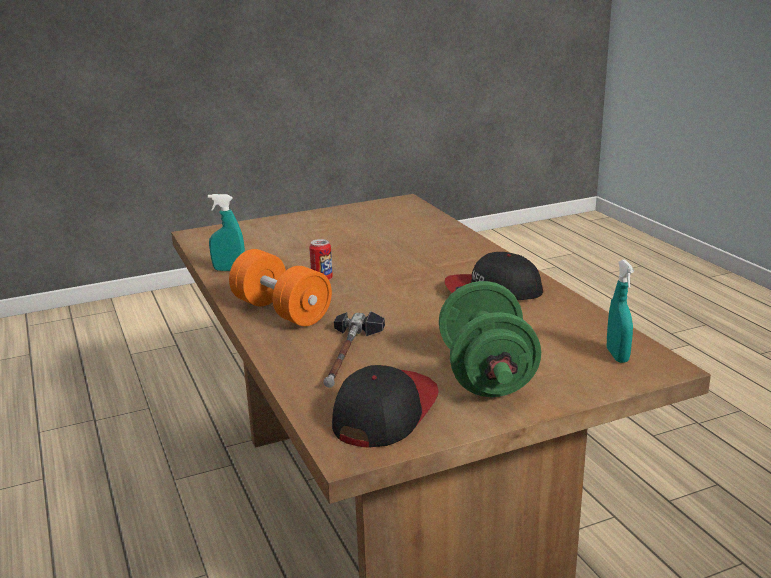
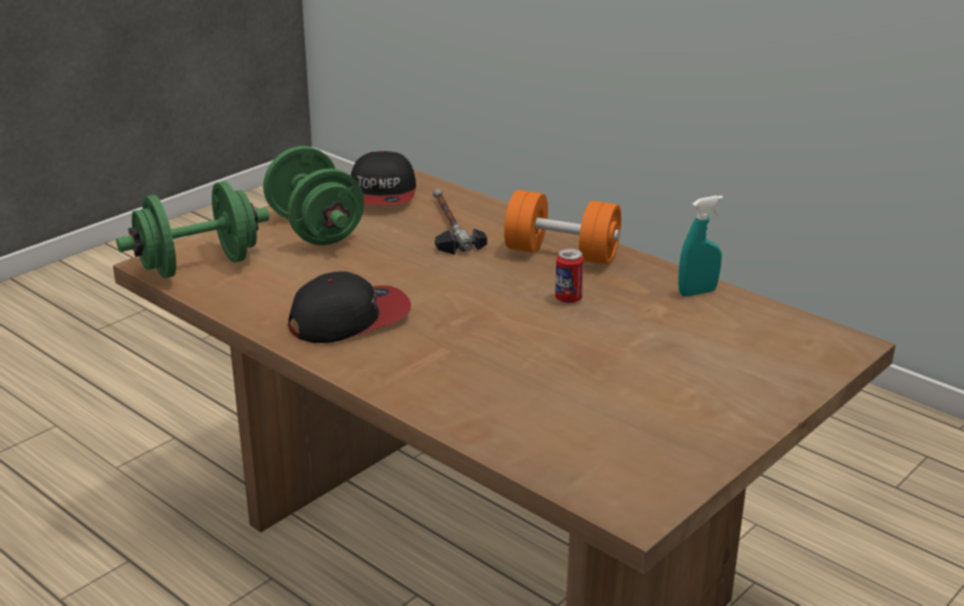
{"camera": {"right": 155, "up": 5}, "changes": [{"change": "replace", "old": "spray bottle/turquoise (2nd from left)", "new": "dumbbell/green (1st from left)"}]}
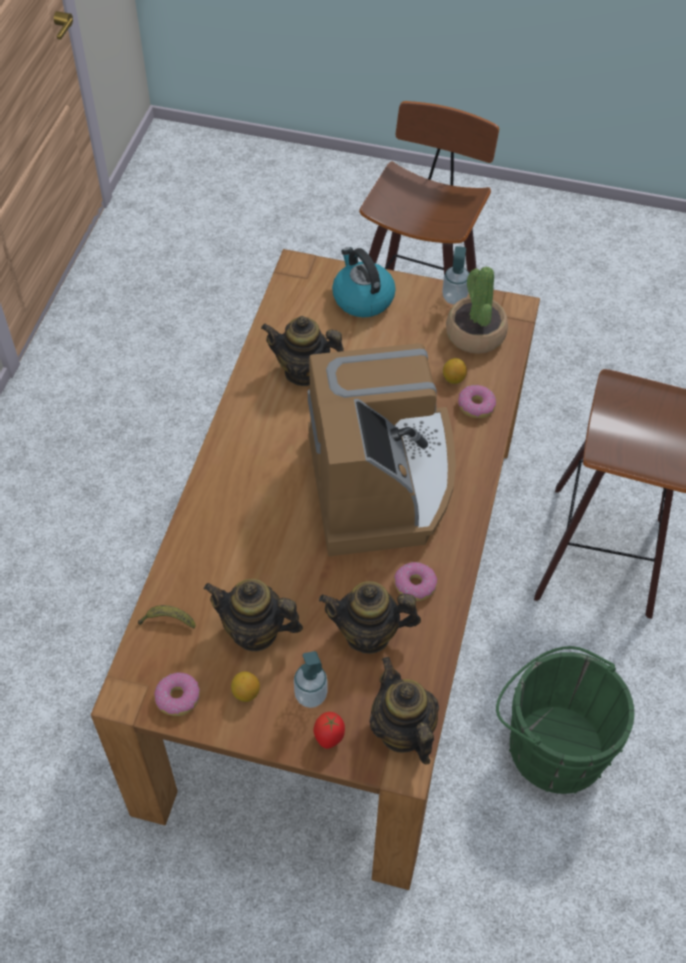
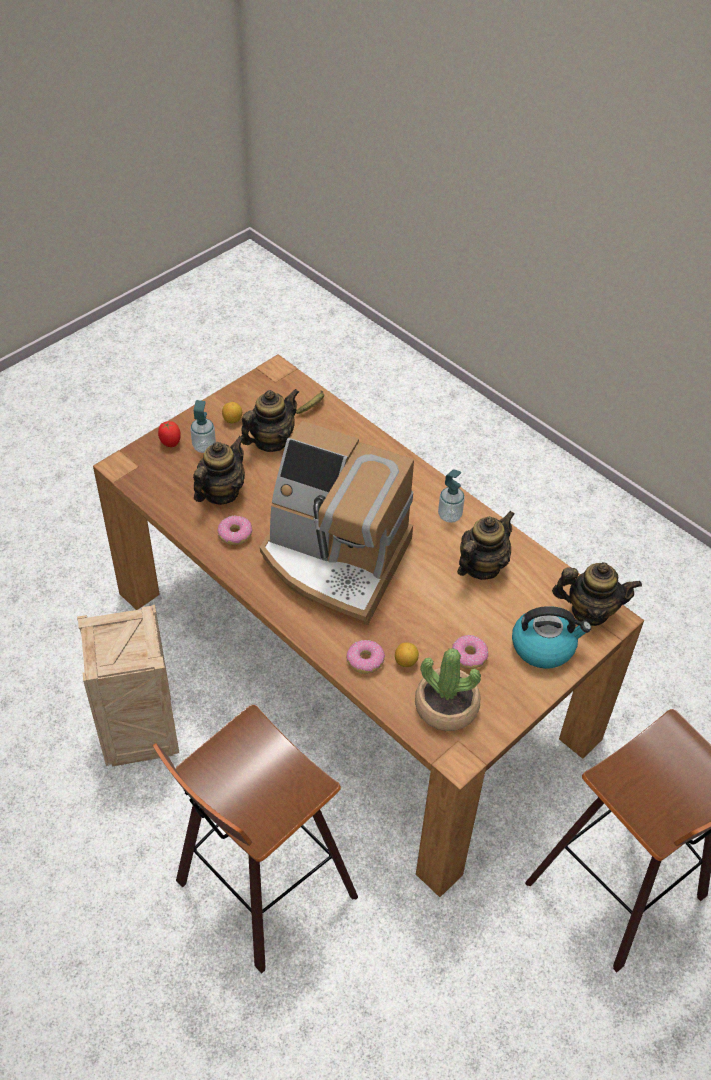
{"camera": {"right": 120, "up": -5}, "changes": [{"change": "move", "old": "donut (1st from left in the first image)", "new": "donut (3rd from left)"}, {"change": "move", "old": "teapot (4th from left)"}, {"change": "move", "old": "soap dispenser (2nd from left)"}, {"change": "replace", "old": "bucket/green", "new": "crate"}]}
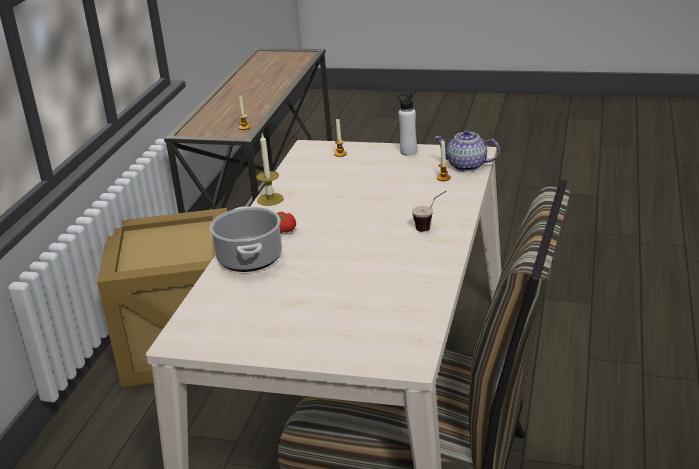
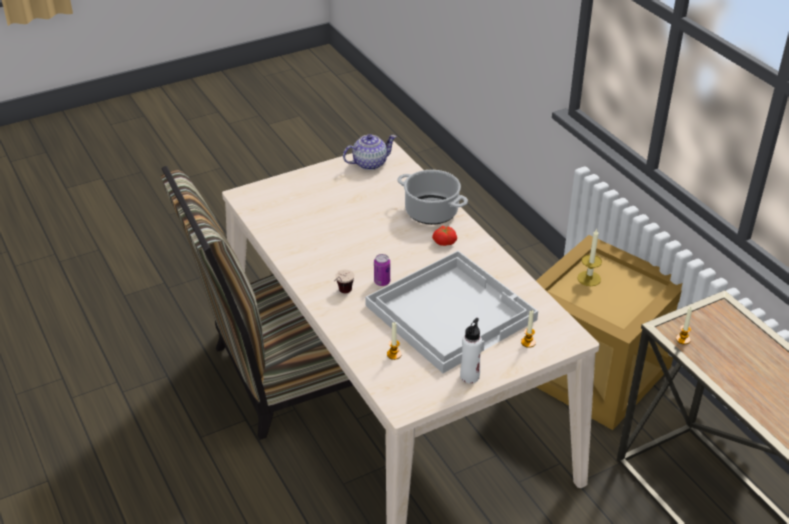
{"camera": {"right": 135, "up": 10}, "changes": [{"change": "move", "old": "candle (2nd from left in the first image)", "new": "candle (3rd from left)"}, {"change": "move", "old": "teapot"}, {"change": "insert", "new": "tray/white"}, {"change": "insert", "new": "can"}]}
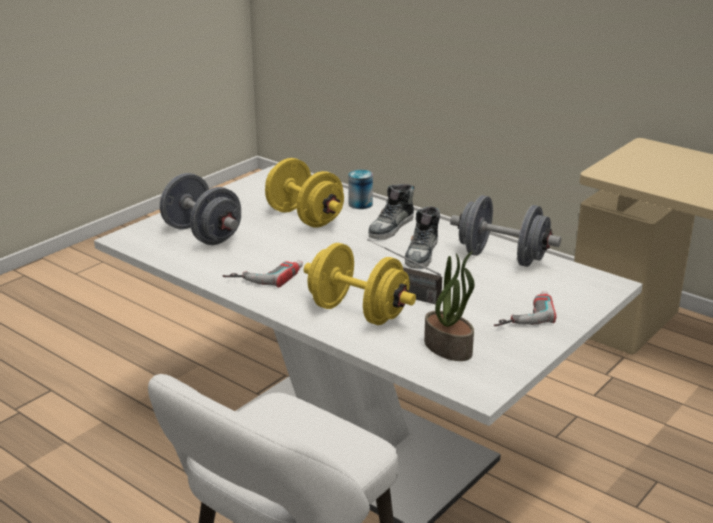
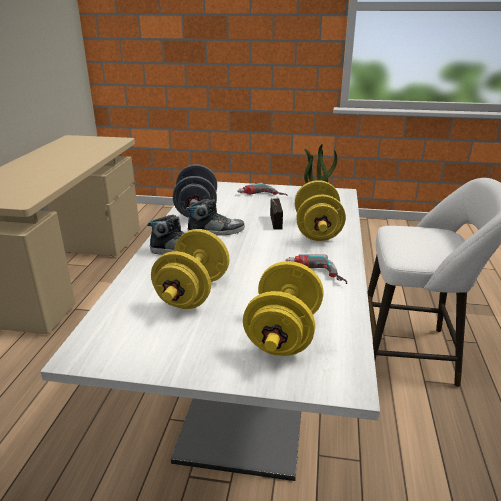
{"camera": {"right": -120, "up": 0}, "changes": [{"change": "recolor", "old": "dumbbell/grey (1st from left)", "new": "dumbbell/yellow (2nd from left)"}, {"change": "delete", "old": "can"}]}
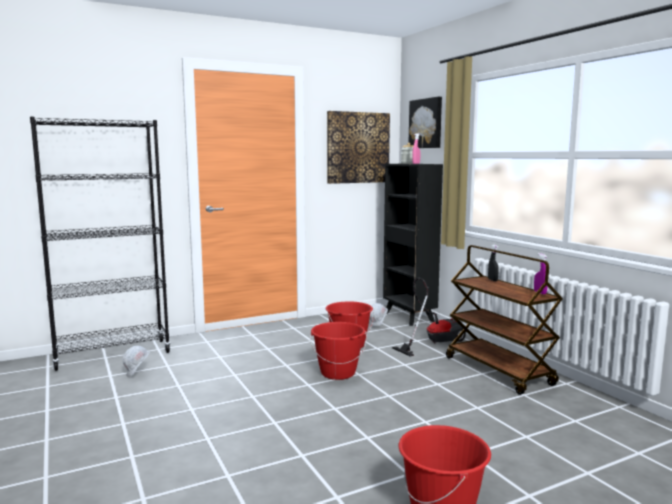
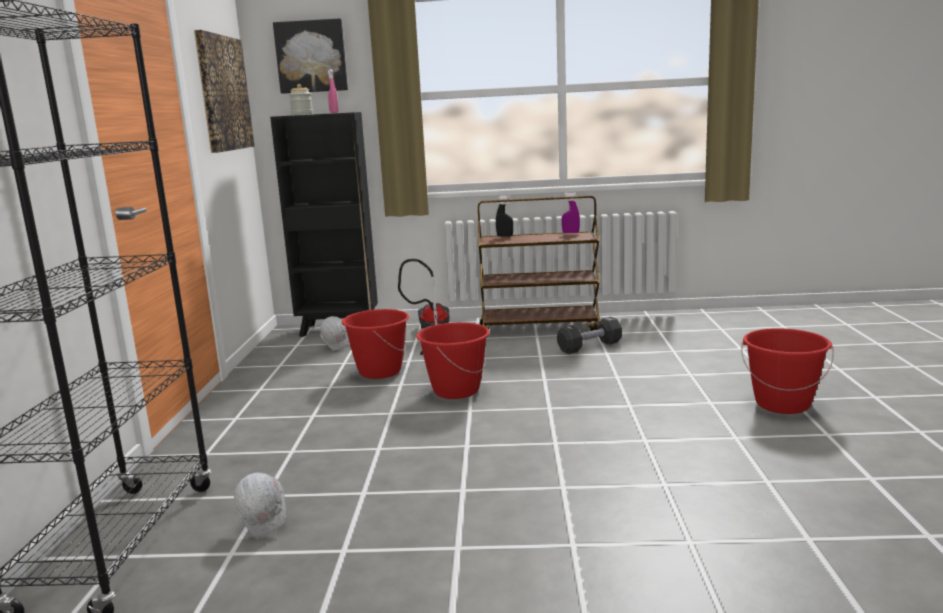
{"camera": {"right": -60, "up": 5}, "changes": [{"change": "insert", "new": "dumbbell/black"}]}
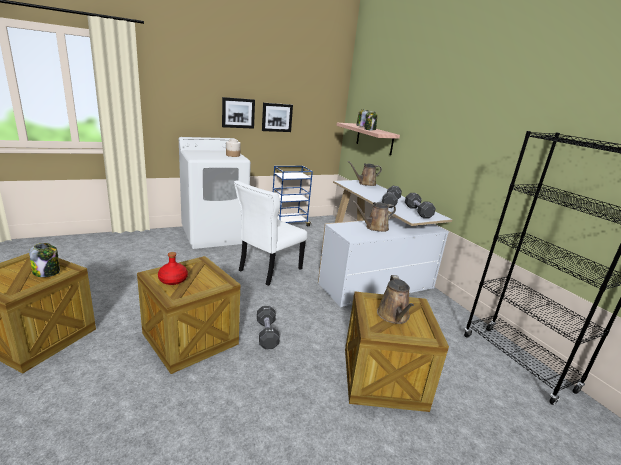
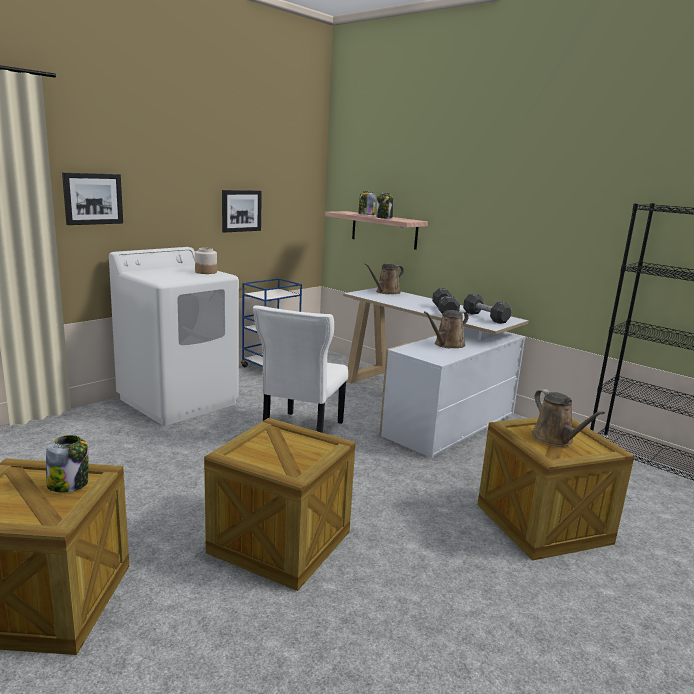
{"camera": {"right": -20, "up": -5}, "changes": [{"change": "delete", "old": "bottle/red"}, {"change": "move", "old": "picture (1st from left)"}, {"change": "delete", "old": "dumbbell/black (1st from left)"}]}
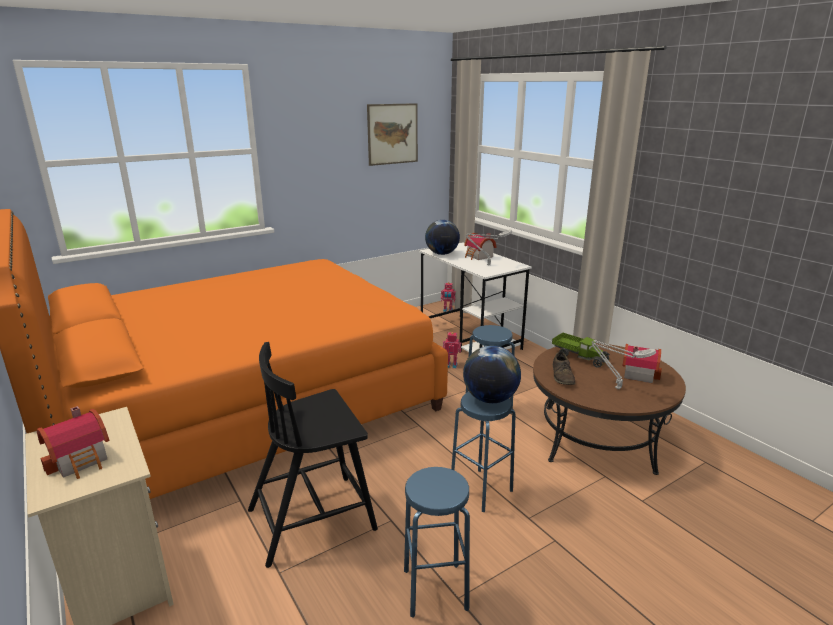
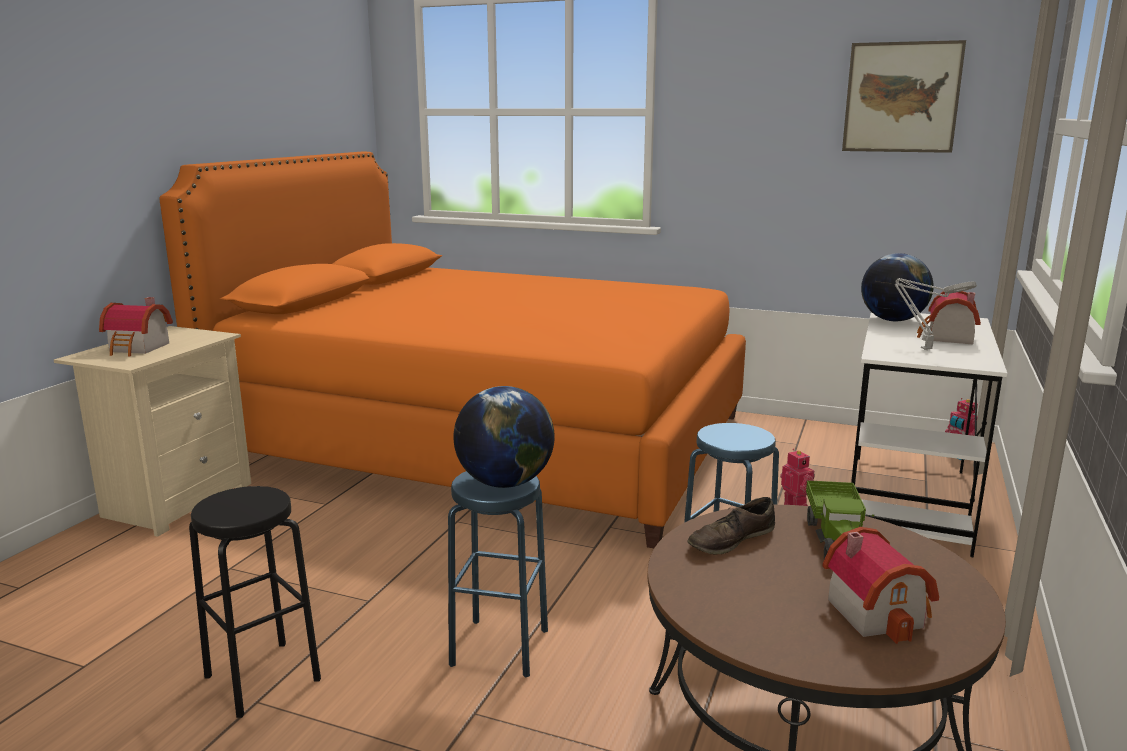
{"camera": {"right": 55, "up": -5}, "changes": [{"change": "delete", "old": "chair/black"}, {"change": "recolor", "old": "stool/blue (1st from left)", "new": "stool/black"}, {"change": "delete", "old": "table lamp/grey (2nd from left)"}]}
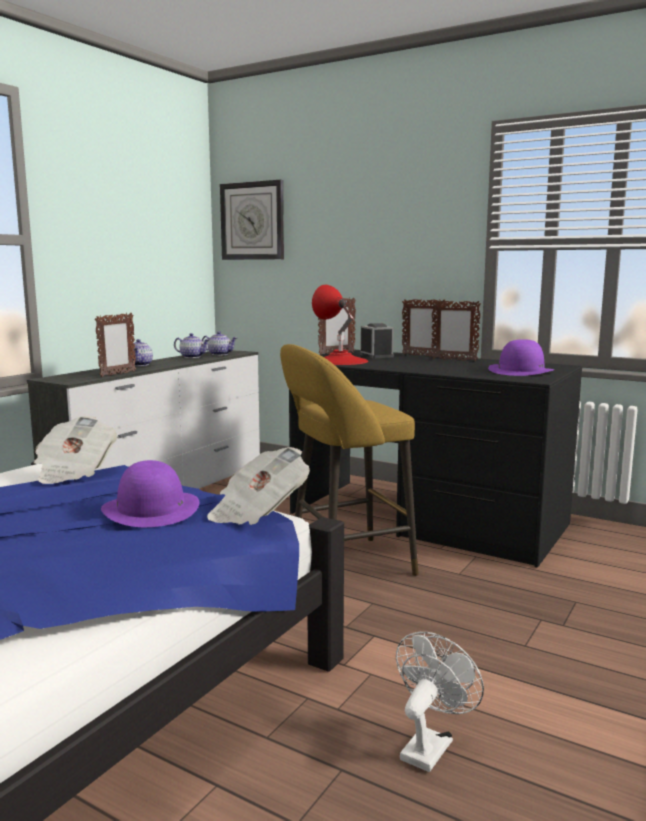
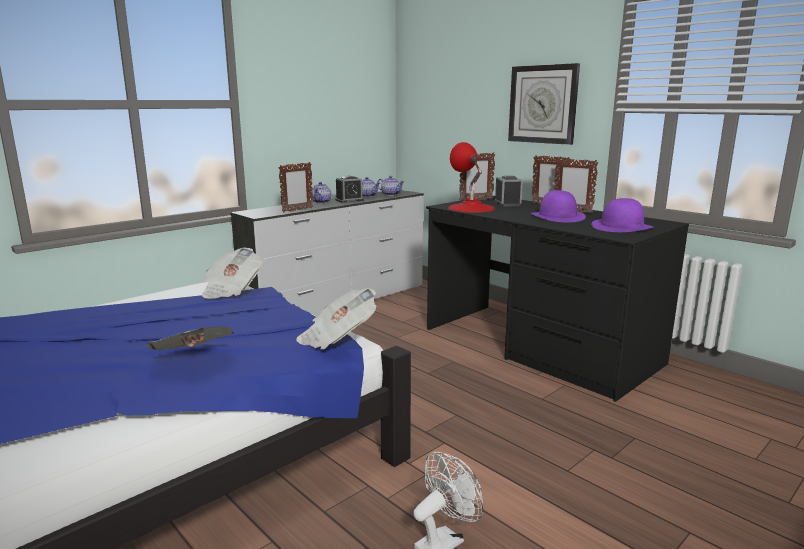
{"camera": {"right": 15, "up": 5}, "changes": [{"change": "move", "old": "hat/purple (1st from left)"}, {"change": "move", "old": "wall clock"}, {"change": "delete", "old": "stool/yellow"}, {"change": "insert", "new": "newspaper (1st from left)"}, {"change": "insert", "new": "alarm clock (1st from left)"}]}
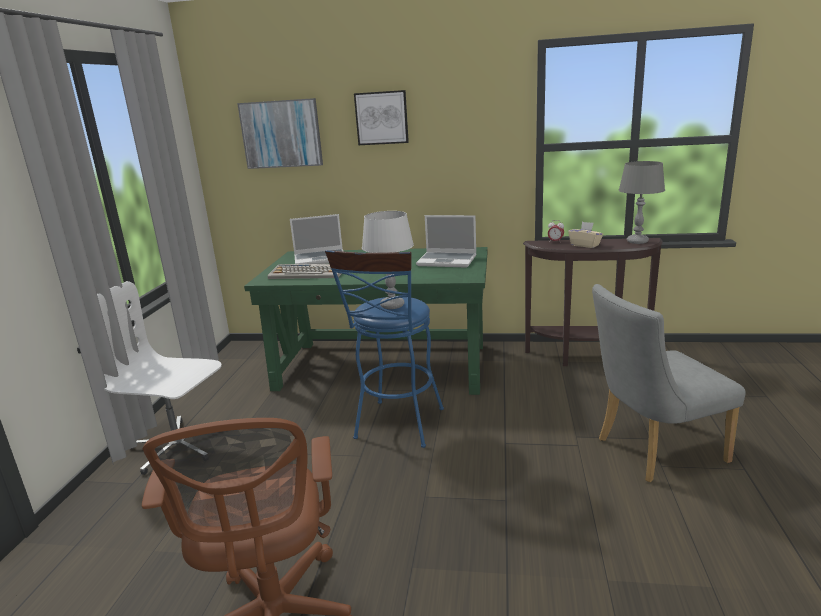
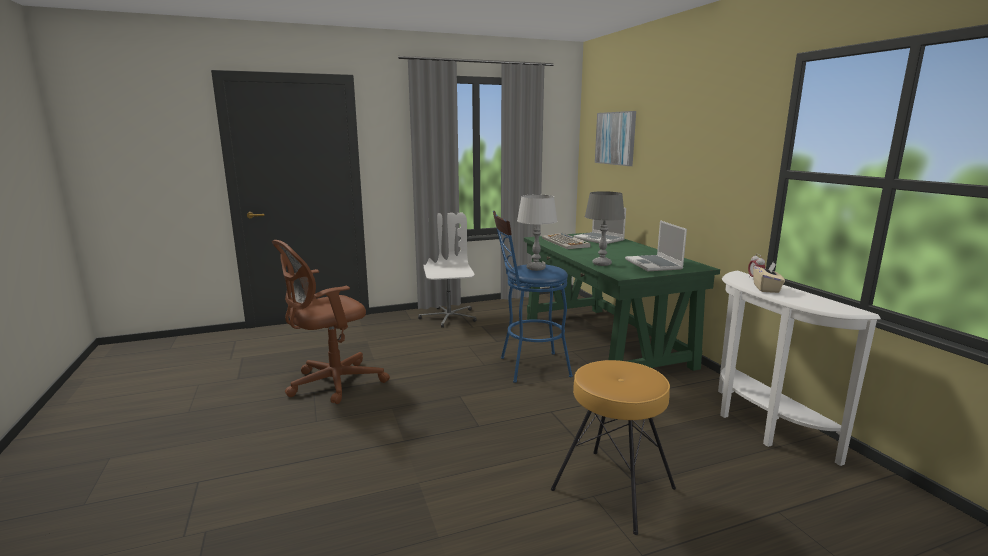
{"camera": {"right": 60, "up": -5}, "changes": [{"change": "delete", "old": "picture (2nd from left)"}, {"change": "recolor", "old": "console table/brown", "new": "console table/white"}, {"change": "replace", "old": "chair/grey", "new": "stool/brown"}, {"change": "move", "old": "table lamp/grey (2nd from left)"}]}
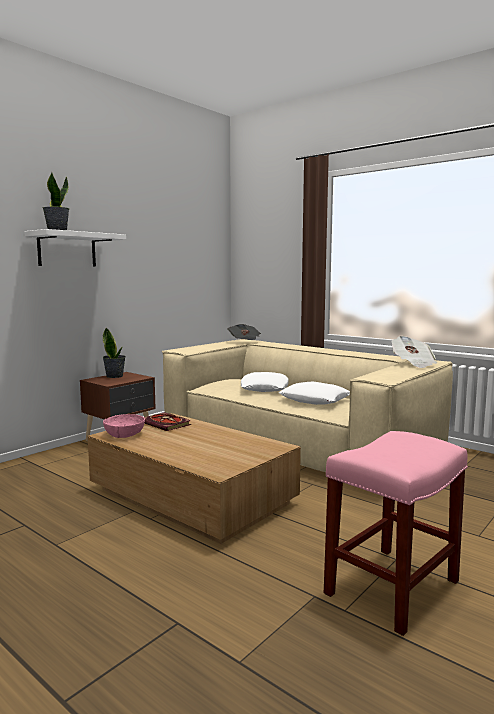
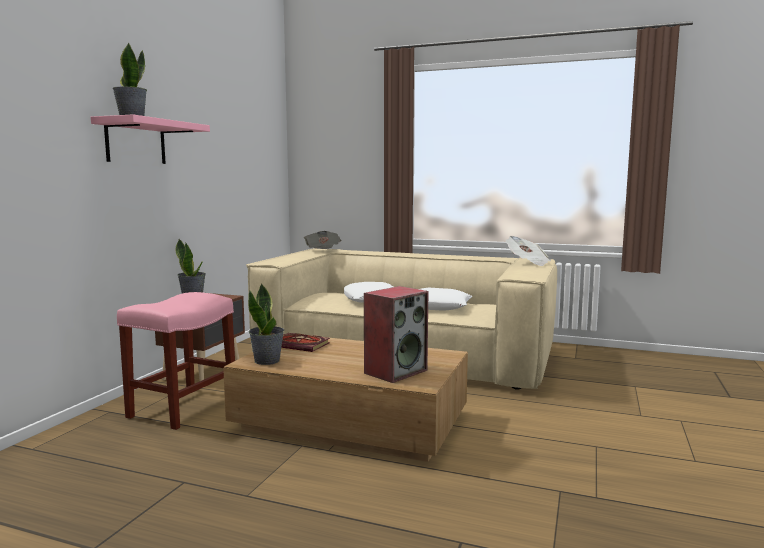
{"camera": {"right": -20, "up": 0}, "changes": [{"change": "recolor", "old": "shelf/white", "new": "shelf/pink"}, {"change": "replace", "old": "bowl/pink", "new": "potted plant (3rd from left)"}, {"change": "move", "old": "stool/pink"}, {"change": "insert", "new": "speaker"}]}
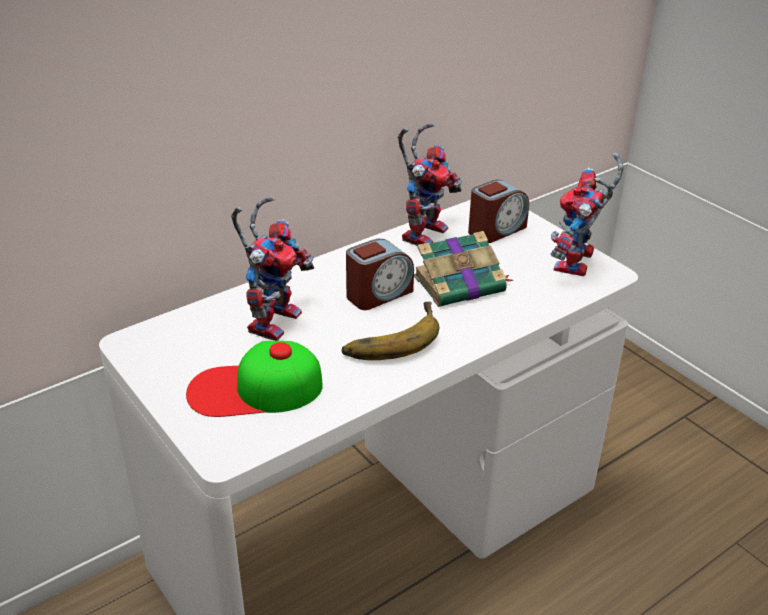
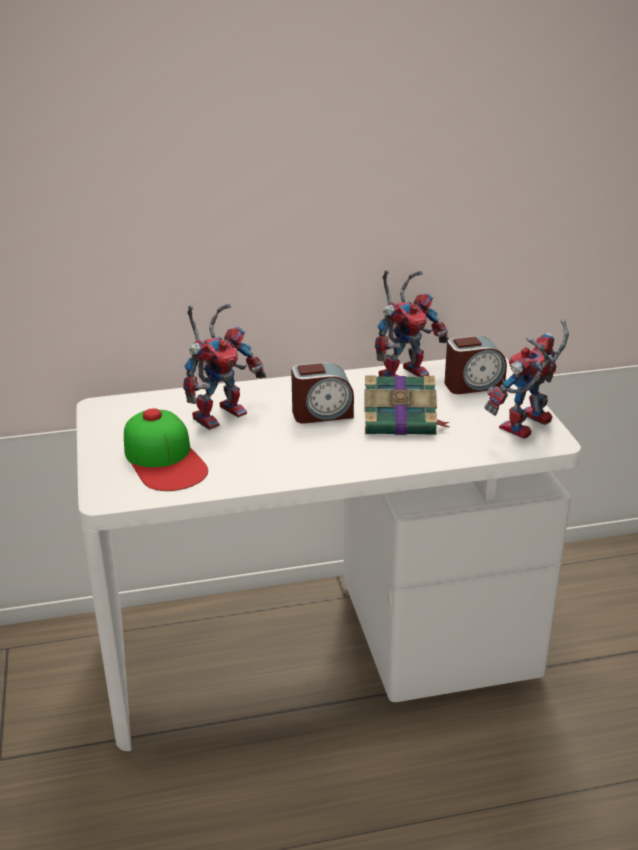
{"camera": {"right": 25, "up": -5}, "changes": [{"change": "rotate", "old": "cap", "degrees": -135}, {"change": "delete", "old": "banana"}]}
